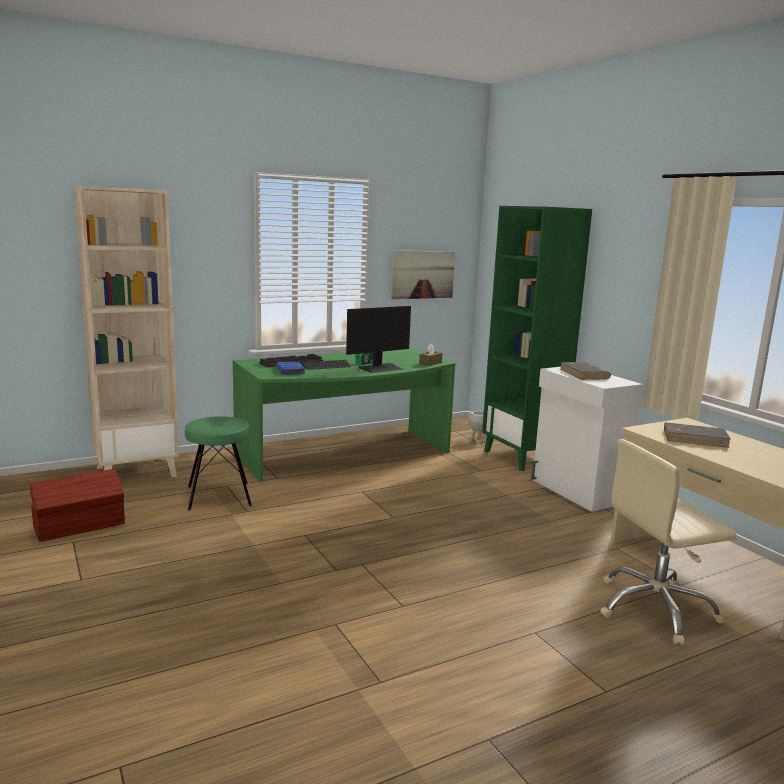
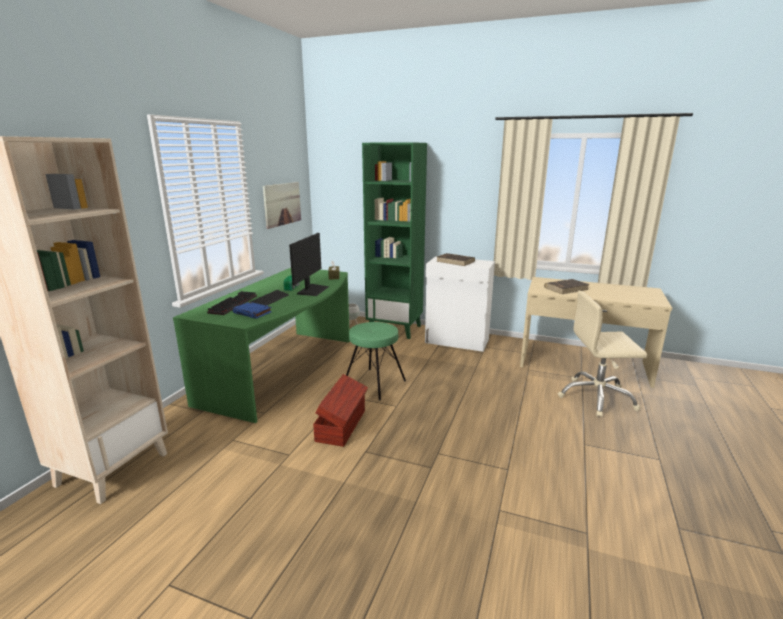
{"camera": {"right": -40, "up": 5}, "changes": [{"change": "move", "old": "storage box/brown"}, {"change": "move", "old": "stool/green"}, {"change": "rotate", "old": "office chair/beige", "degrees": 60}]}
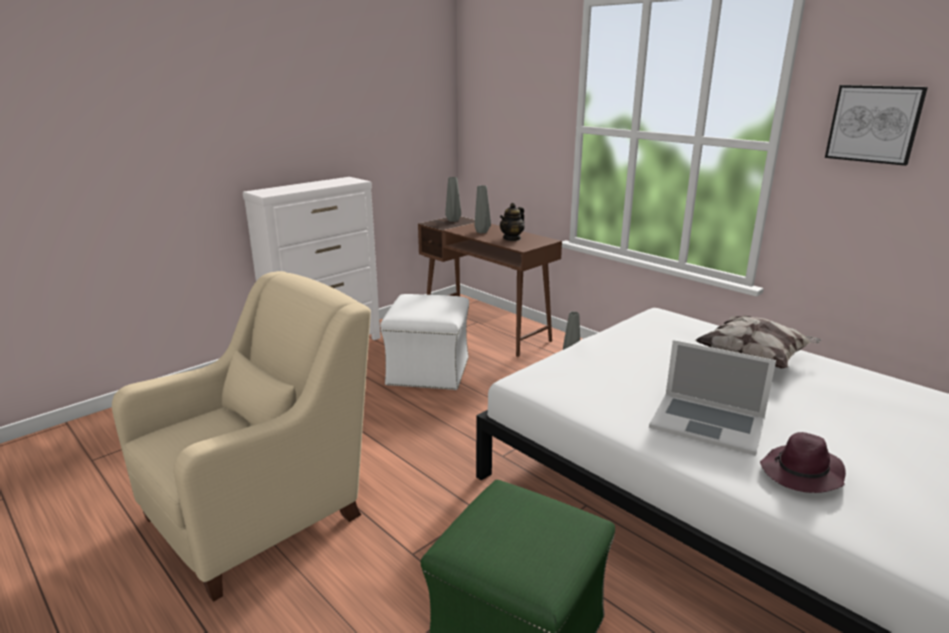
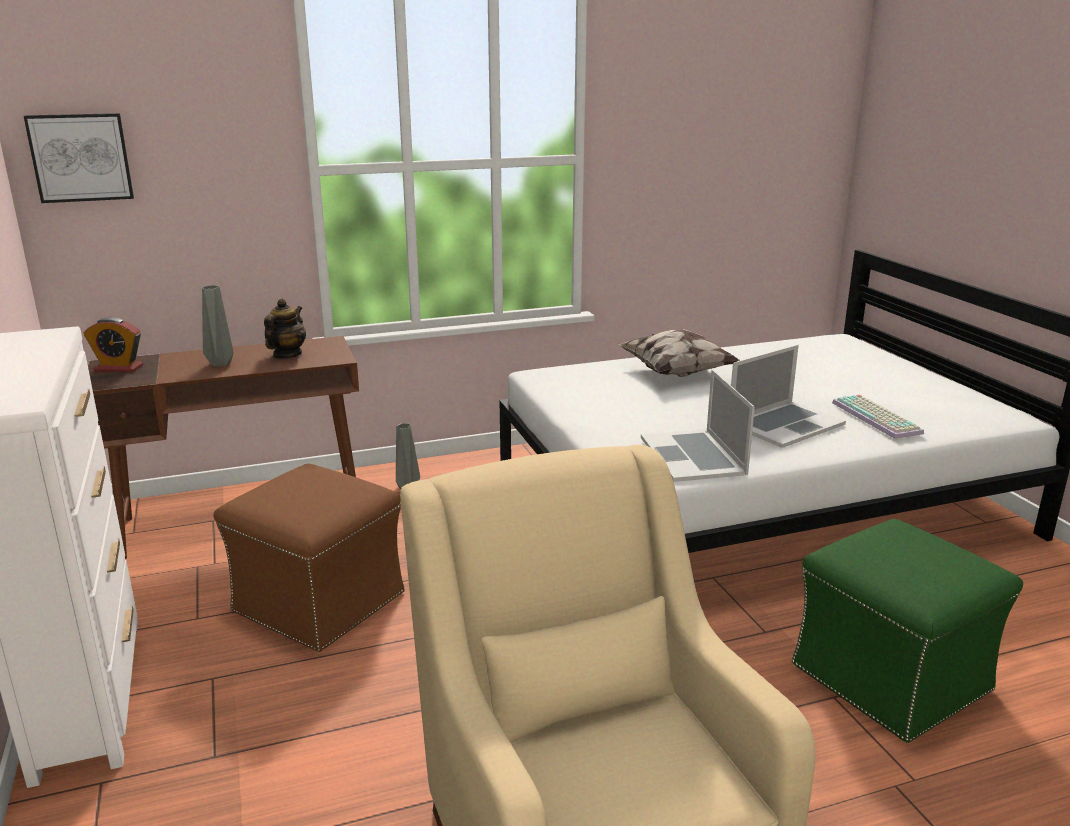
{"camera": {"right": -65, "up": 0}, "changes": [{"change": "recolor", "old": "ottoman/white", "new": "ottoman/brown"}, {"change": "replace", "old": "vase/grey (1st from left)", "new": "alarm clock"}, {"change": "rotate", "old": "teapot", "degrees": -135}, {"change": "replace", "old": "hat/purple", "new": "keyboard"}, {"change": "move", "old": "picture"}, {"change": "insert", "new": "laptop (1st from left)"}]}
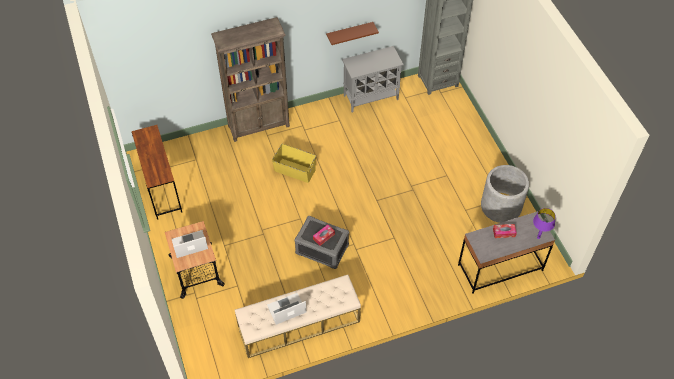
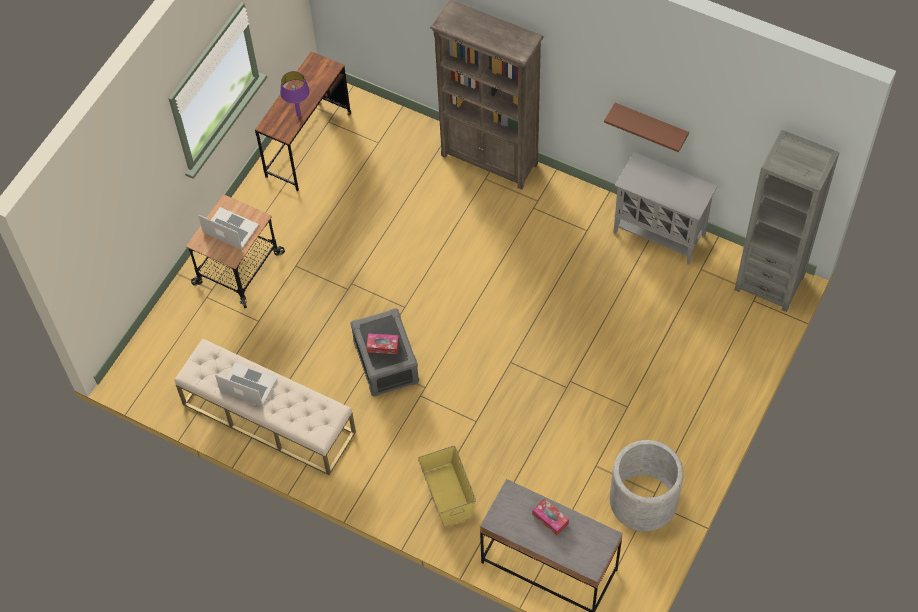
{"camera": {"right": 50, "up": 5}, "changes": [{"change": "move", "old": "storage box/yellow"}, {"change": "move", "old": "table lamp/purple"}]}
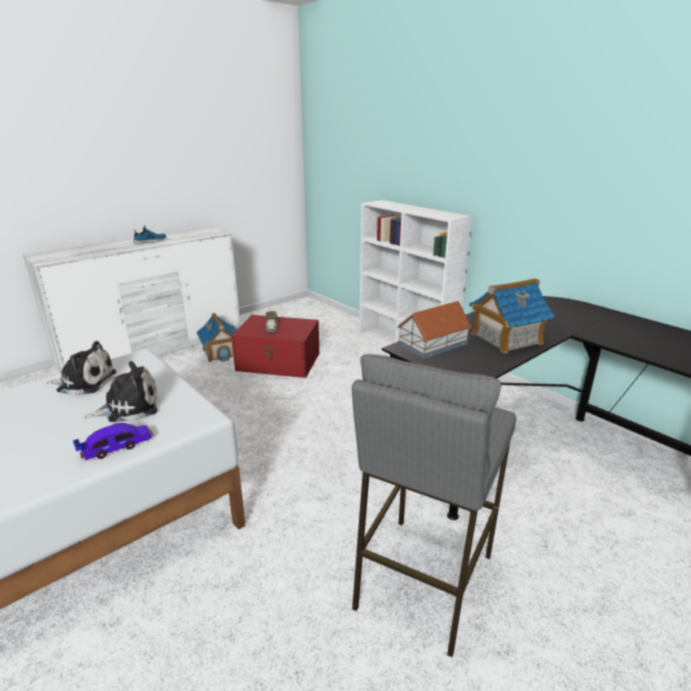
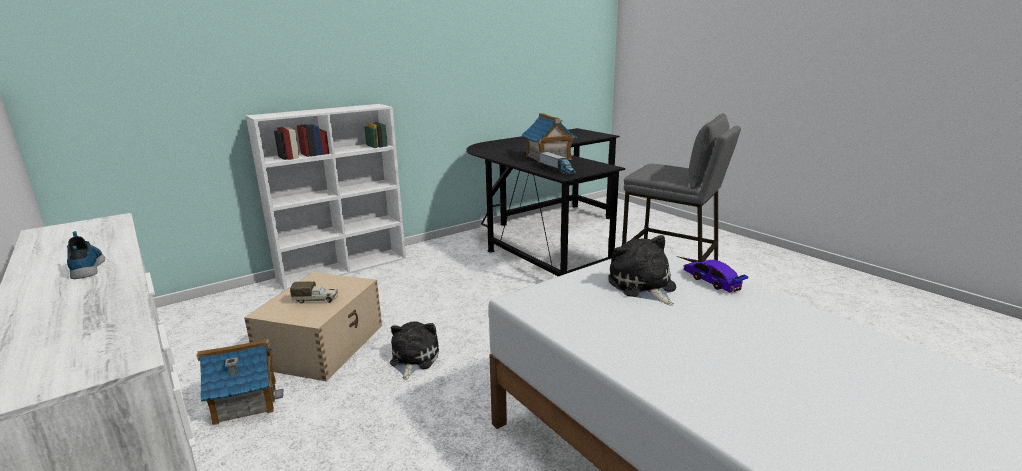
{"camera": {"right": -85, "up": -5}, "changes": [{"change": "move", "old": "plush toy (1st from left)"}, {"change": "recolor", "old": "storage box/red", "new": "storage box/beige"}, {"change": "replace", "old": "toy house (2nd from left)", "new": "toy truck (2nd from left)"}]}
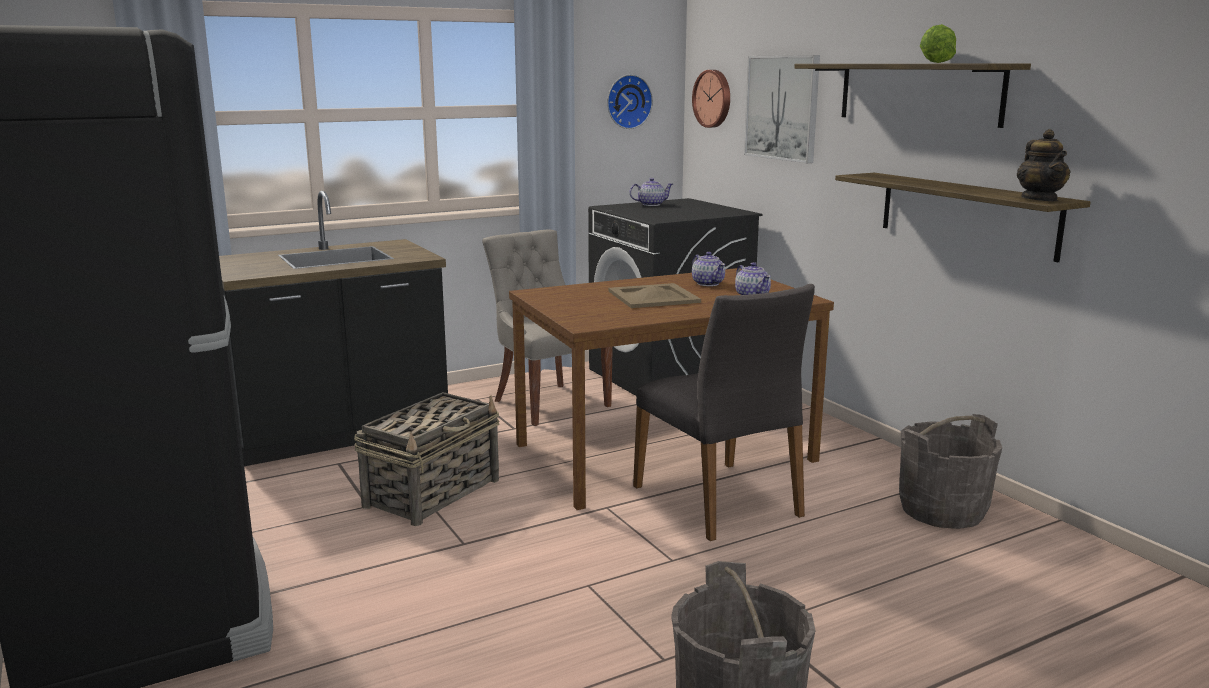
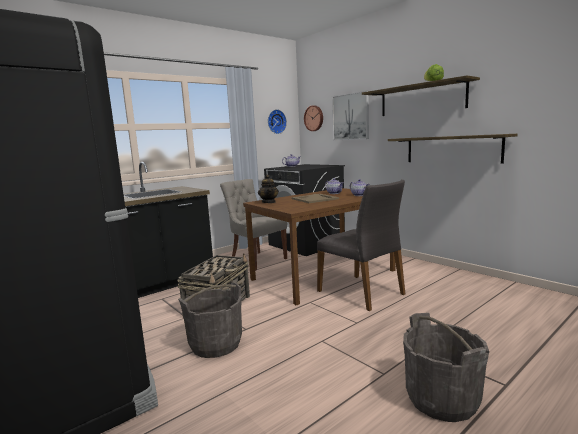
{"camera": {"right": -10, "up": -5}, "changes": [{"change": "move", "old": "bucket/grey (2nd from left in the first image)", "new": "bucket/grey (1st from left)"}, {"change": "move", "old": "teapot (4th from left in the first image)", "new": "teapot (1st from left)"}]}
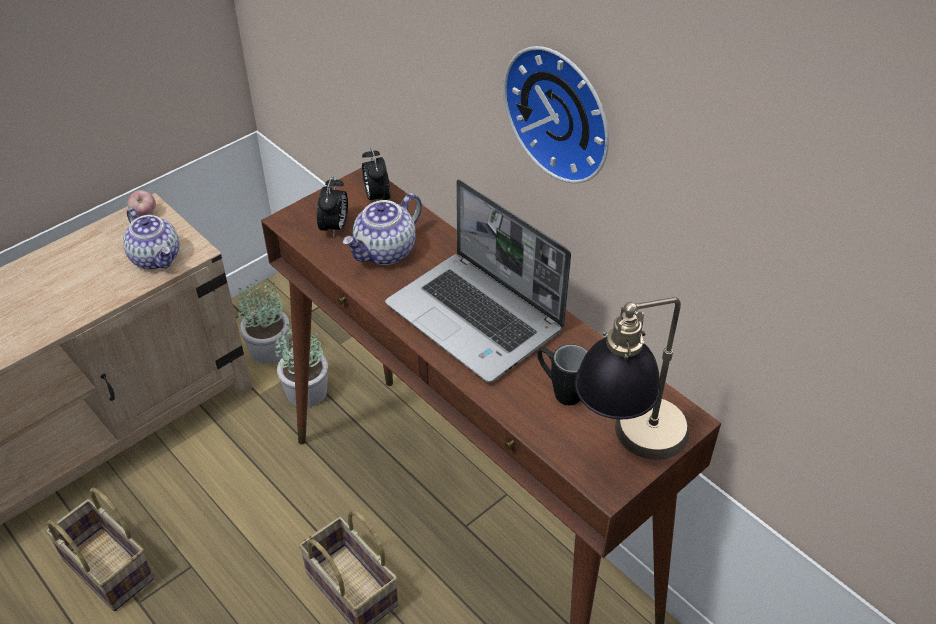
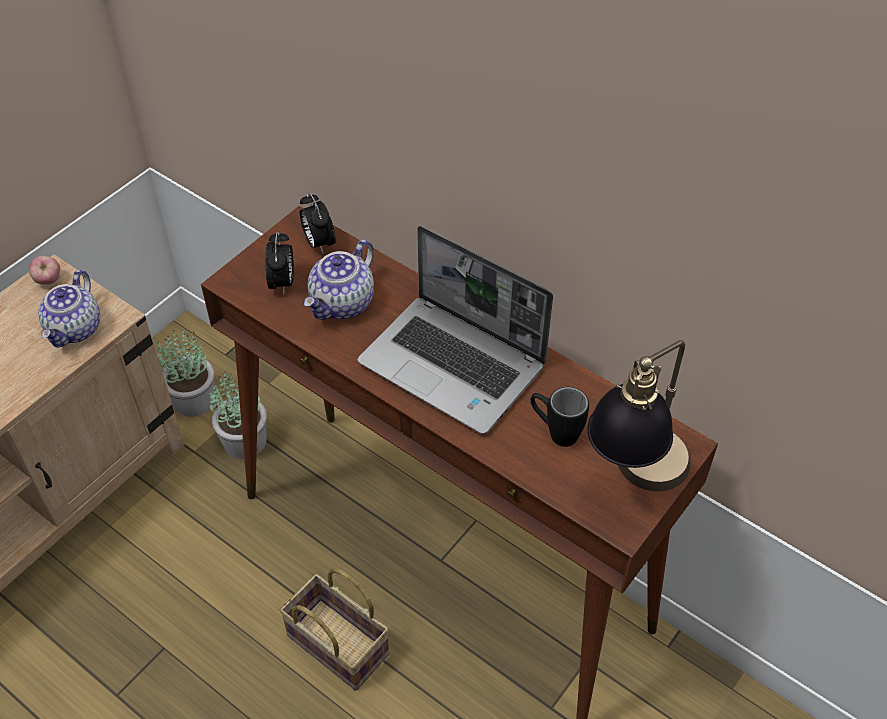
{"camera": {"right": -10, "up": 5}, "changes": [{"change": "delete", "old": "basket (1st from left)"}, {"change": "rotate", "old": "teapot (1st from left)", "degrees": 60}, {"change": "delete", "old": "wall clock"}]}
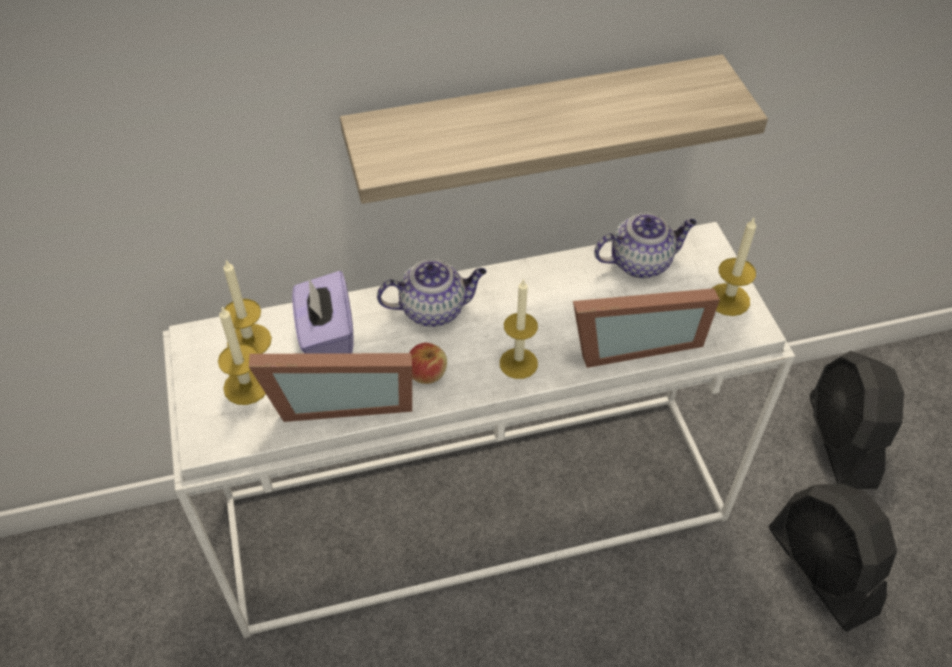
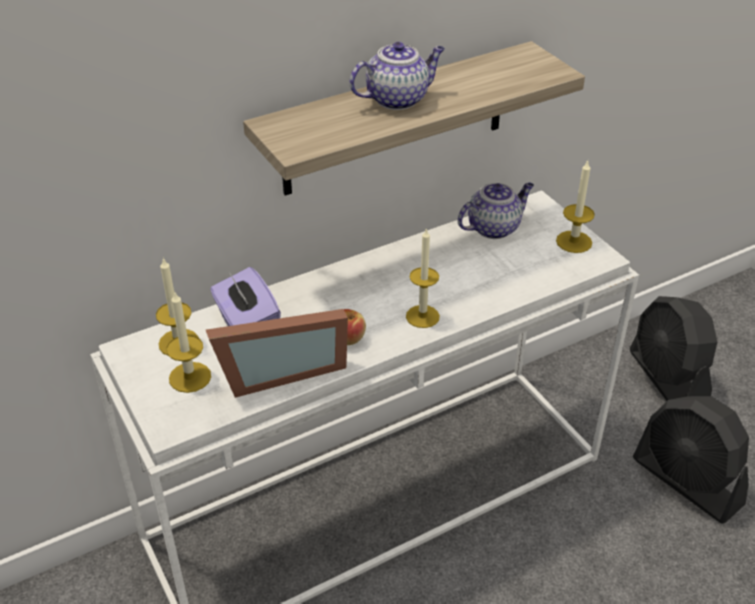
{"camera": {"right": -15, "up": -10}, "changes": [{"change": "move", "old": "teapot (1st from left)"}, {"change": "delete", "old": "picture frame (2nd from left)"}]}
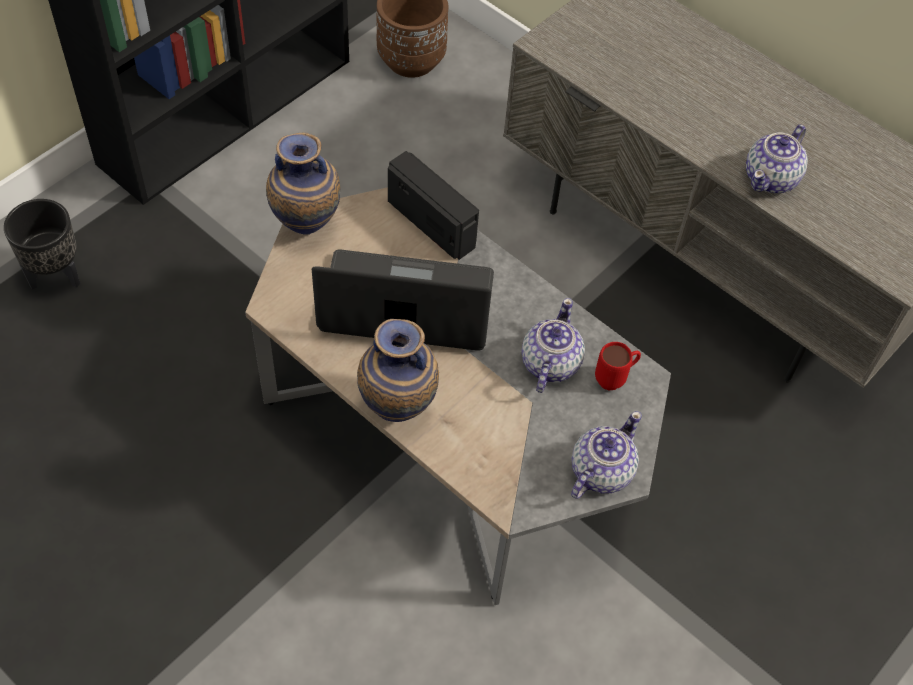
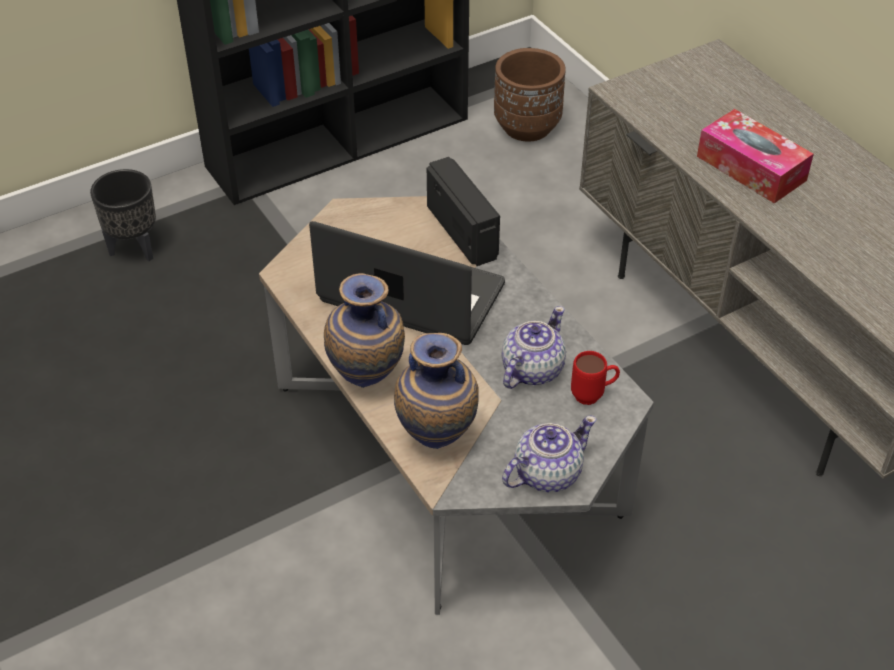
{"camera": {"right": 20, "up": -10}, "changes": [{"change": "move", "old": "vase (1st from left in the first image)", "new": "vase (2nd from left)"}, {"change": "delete", "old": "teapot (3rd from left)"}, {"change": "insert", "new": "tissue box"}]}
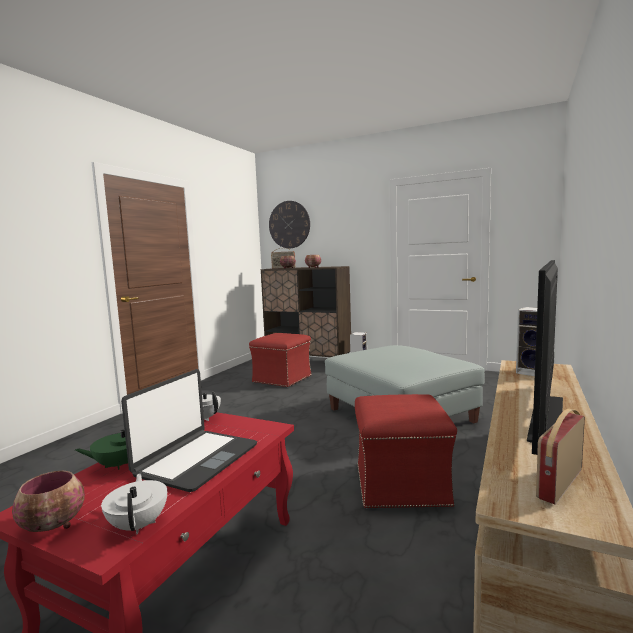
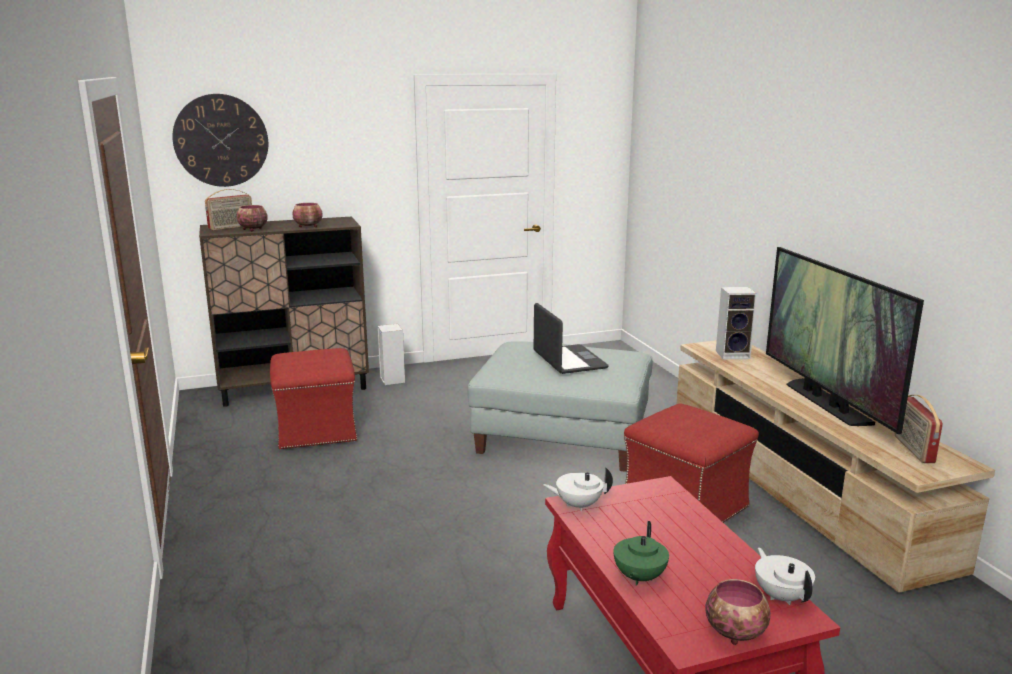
{"camera": {"right": -45, "up": 10}, "changes": [{"change": "rotate", "old": "teapot/white (1st from left in the first image)", "degrees": 45}, {"change": "move", "old": "laptop"}]}
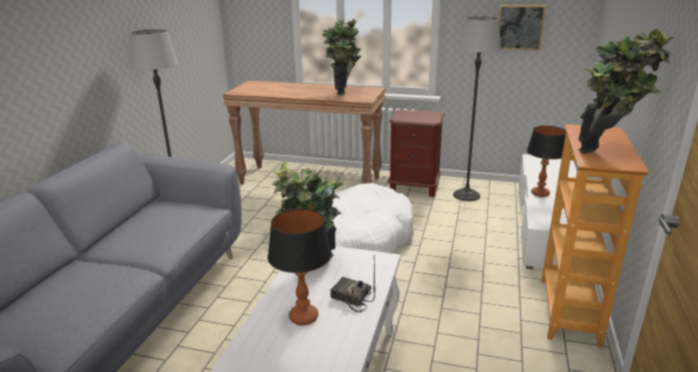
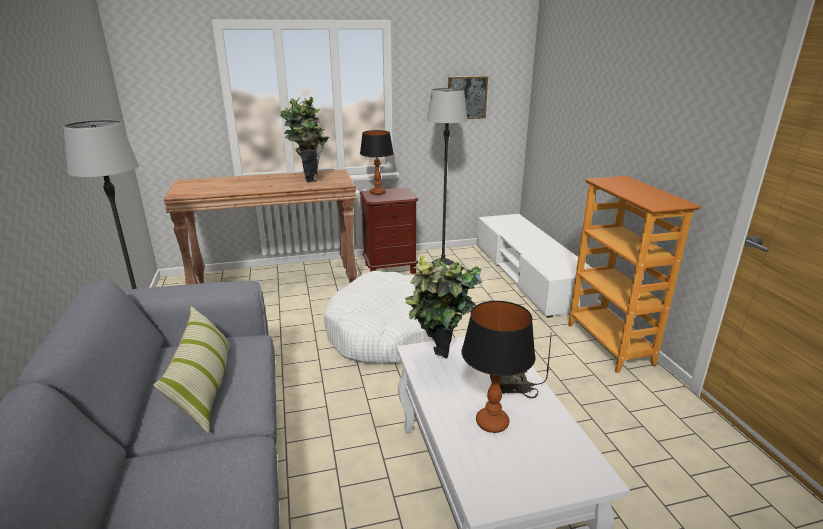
{"camera": {"right": -30, "up": 0}, "changes": [{"change": "move", "old": "table lamp (2nd from left in the first image)", "new": "table lamp (1st from left)"}, {"change": "delete", "old": "potted plant (3rd from left)"}, {"change": "insert", "new": "pillow"}]}
